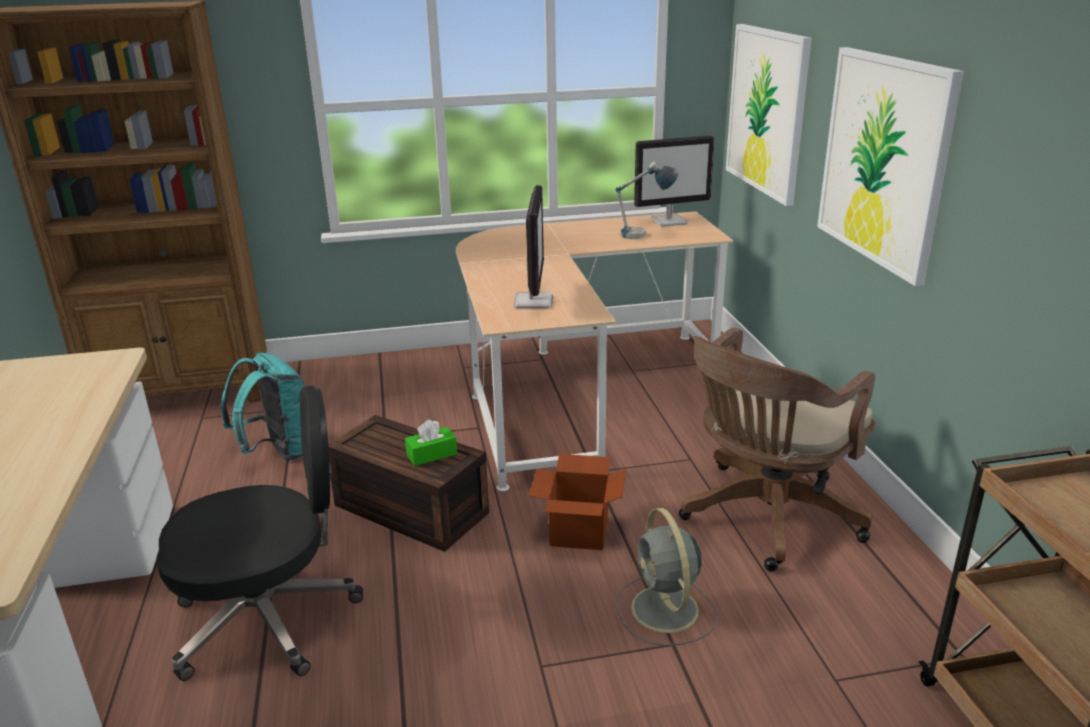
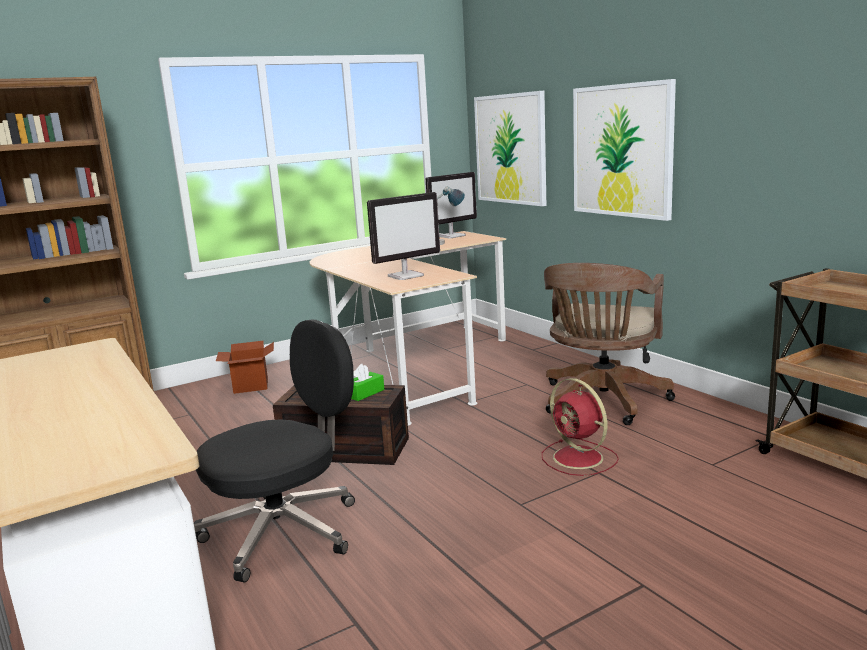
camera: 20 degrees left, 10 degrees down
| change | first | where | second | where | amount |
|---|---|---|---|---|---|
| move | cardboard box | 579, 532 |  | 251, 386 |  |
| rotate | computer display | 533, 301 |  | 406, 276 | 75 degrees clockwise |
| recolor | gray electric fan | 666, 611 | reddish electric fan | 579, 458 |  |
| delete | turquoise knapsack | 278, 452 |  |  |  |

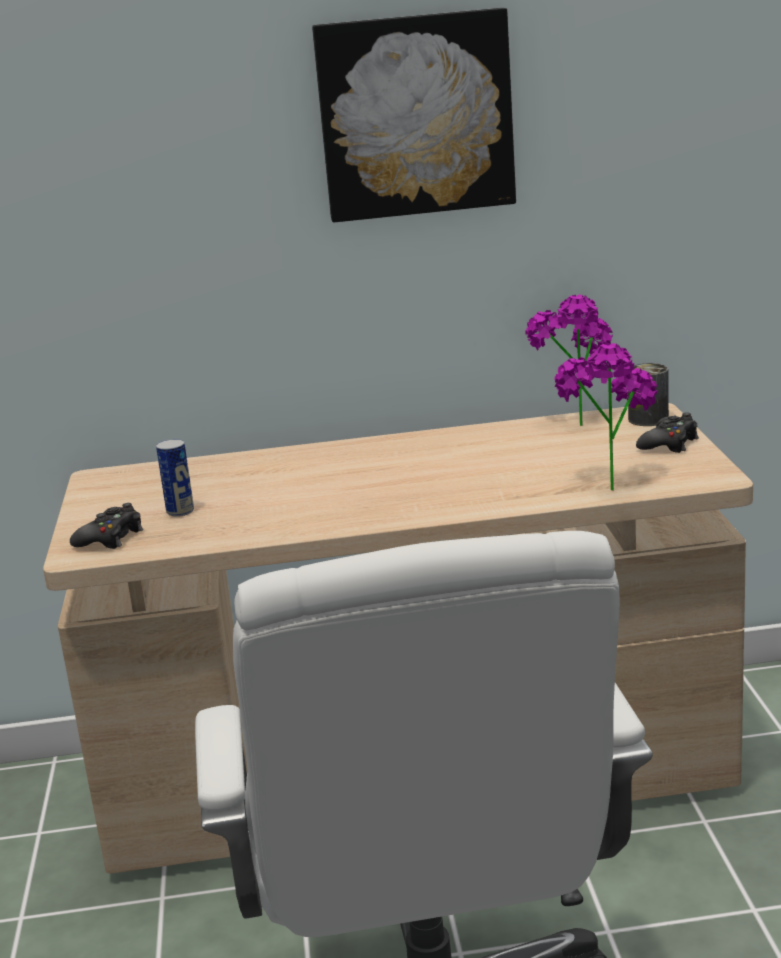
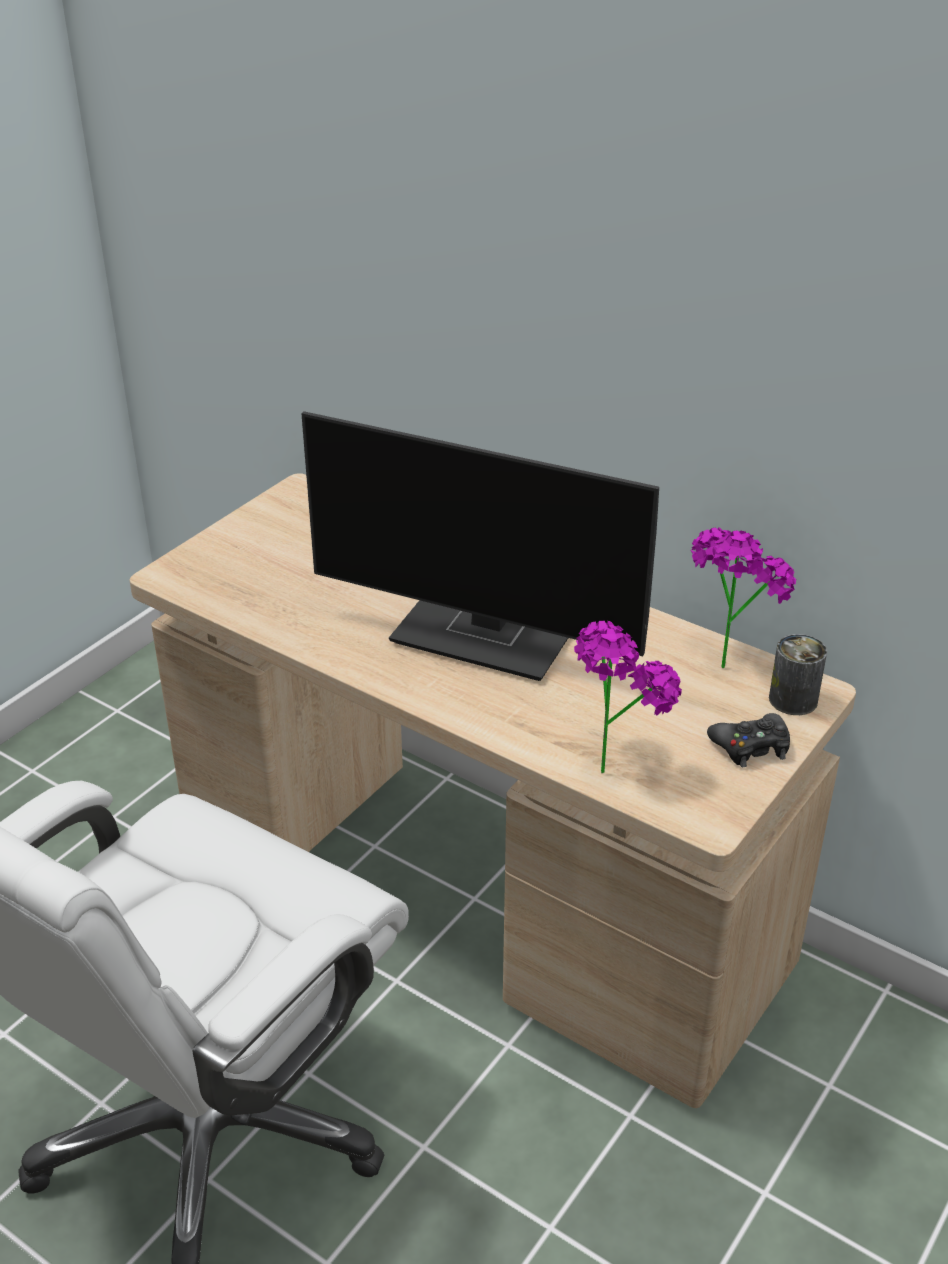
camera: 40 degrees right, 15 degrees up
| change | first | where | second | where | amount |
|---|---|---|---|---|---|
| insert |  |  | computer display | 488, 635 |  |
| delete | black-coloured gamepad | 110, 538 |  |  |  |
| delete | sealed can | 180, 511 |  |  |  |
| delete | wall picture | 415, 115 |  |  |  |

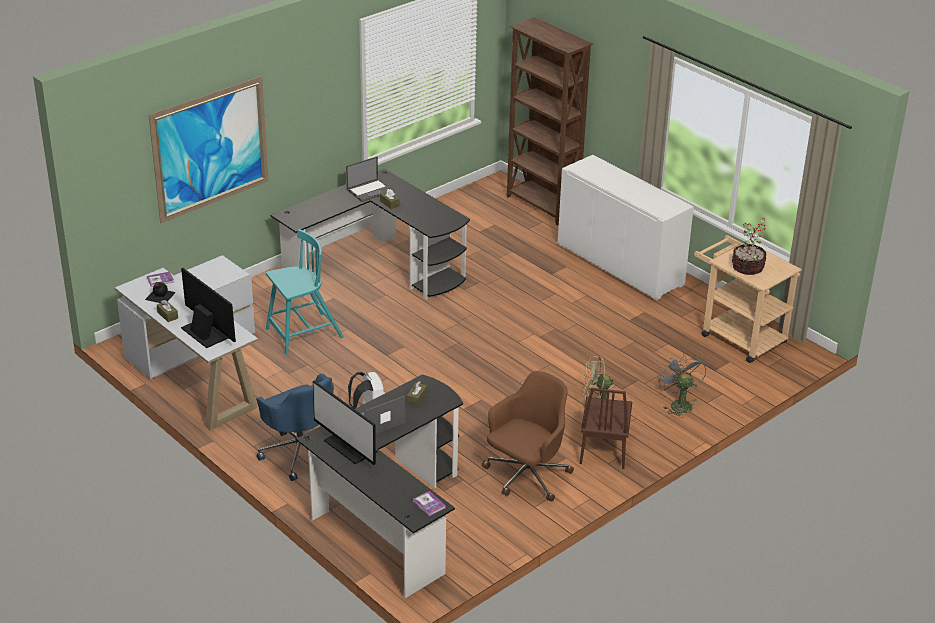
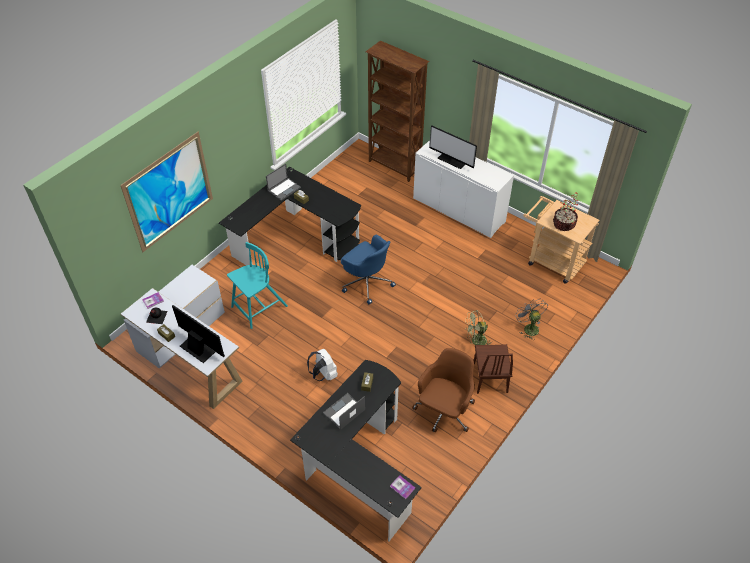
camera: 10 degrees left, 15 degrees up
| change | first | where | second | where | amount |
|---|---|---|---|---|---|
| move | blue-coloured computer chair | 300, 451 |  | 366, 282 |  |
| move | computer display | 349, 446 |  | 453, 159 |  |

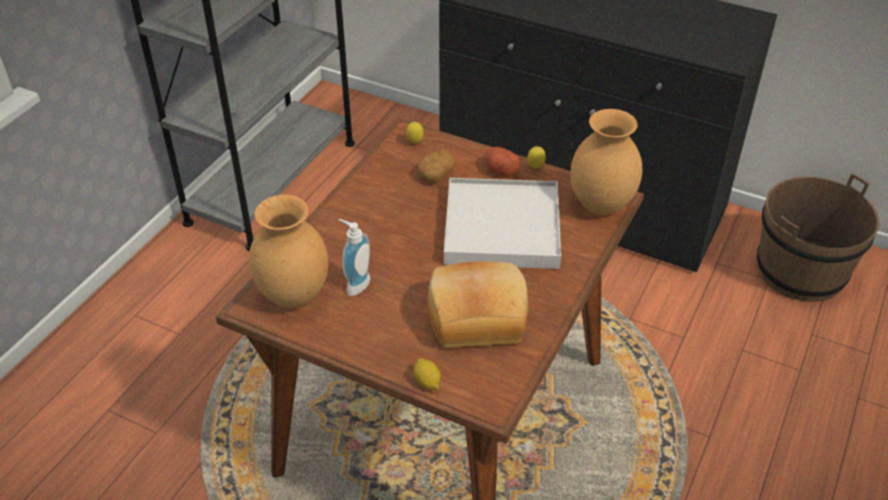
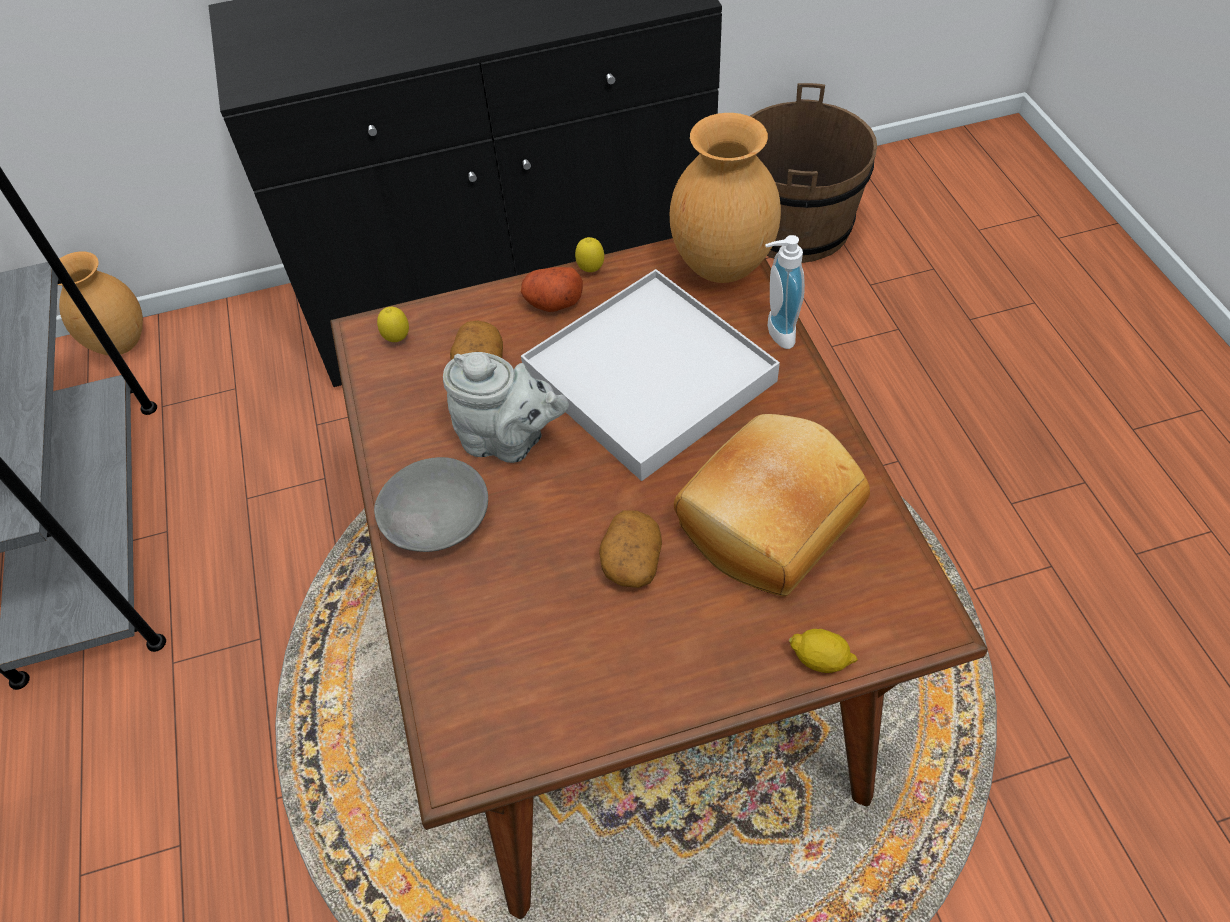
camera: 40 degrees left, 10 degrees up
| change | first | where | second | where | amount |
|---|---|---|---|---|---|
| move | brown decorative vase | 293, 297 |  | 121, 345 |  |
| insert |  |  | gray deep dish | 435, 518 |  |
| insert |  |  | gray teapot | 509, 441 |  |
| insert |  |  | whole potato | 631, 560 |  |
| move | soap bottle | 355, 284 |  | 775, 333 |  |

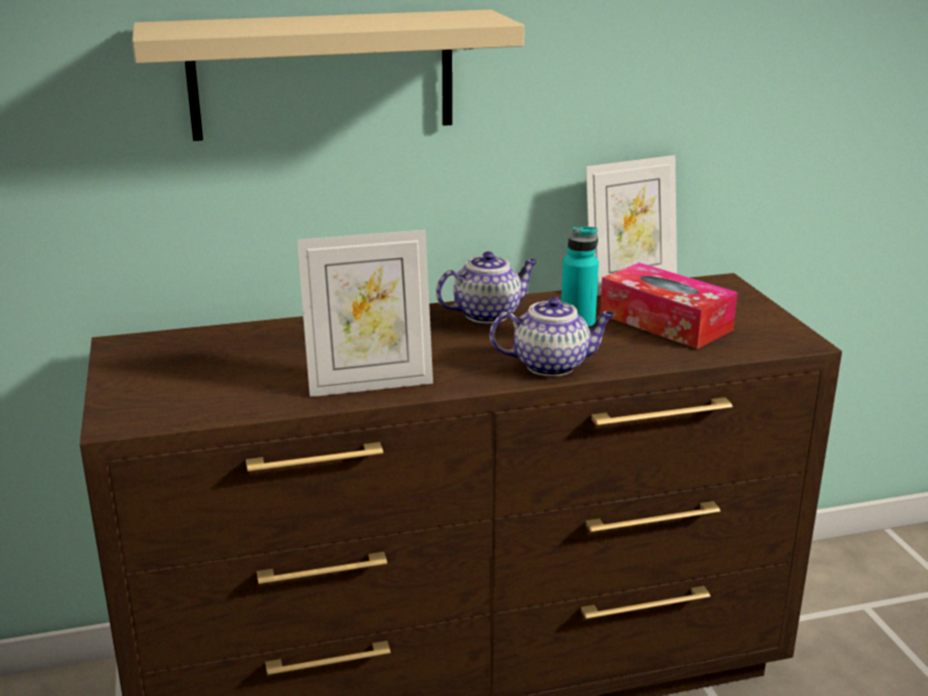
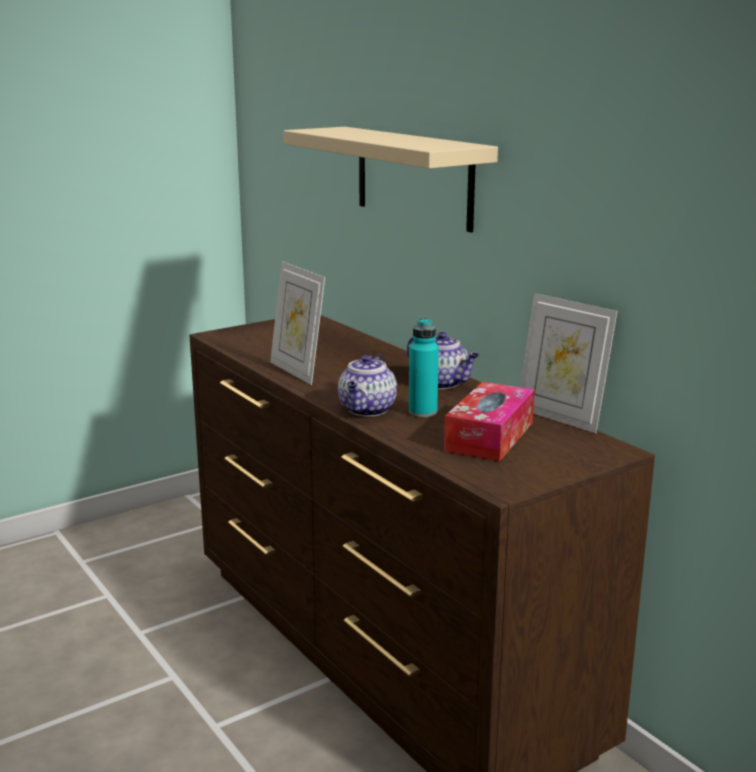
camera: 70 degrees right, 5 degrees down
| change | first | where | second | where | amount |
|---|---|---|---|---|---|
| rotate | teapot | 552, 365 |  | 367, 410 | 45 degrees clockwise |

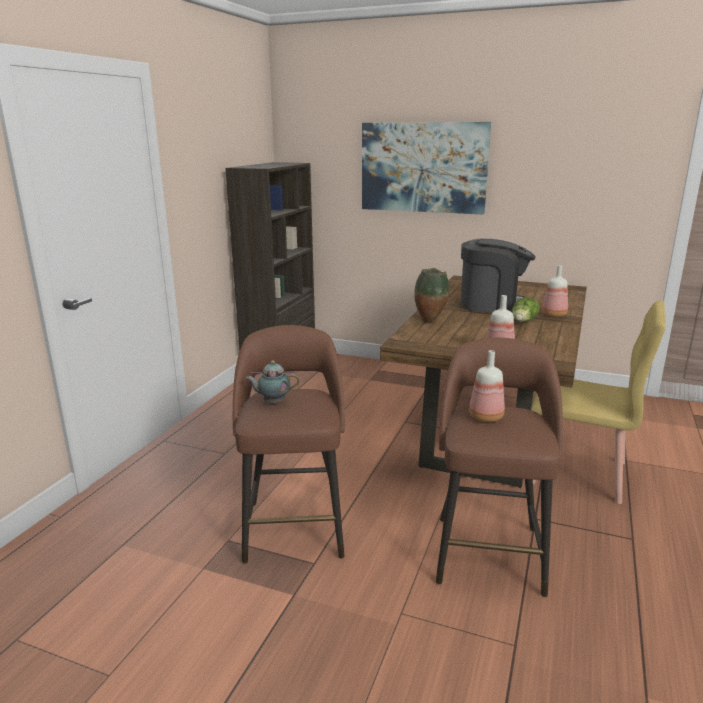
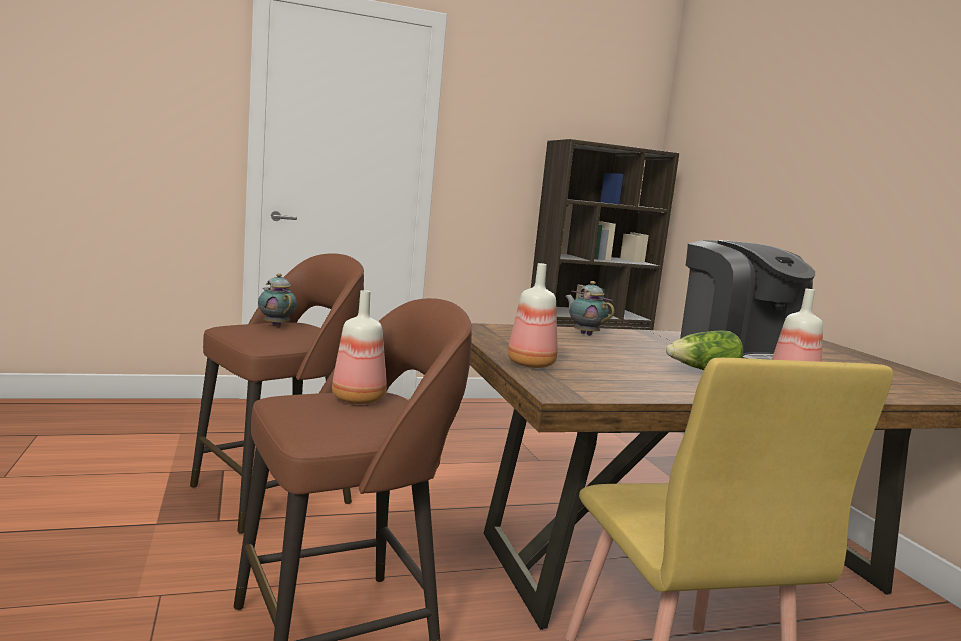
camera: 50 degrees right, 10 degrees down
| change | first | where | second | where | amount |
|---|---|---|---|---|---|
| replace | decorative vase | 430, 321 | teapot | 584, 334 |  |
| delete | wall picture | 423, 167 |  |  |  |

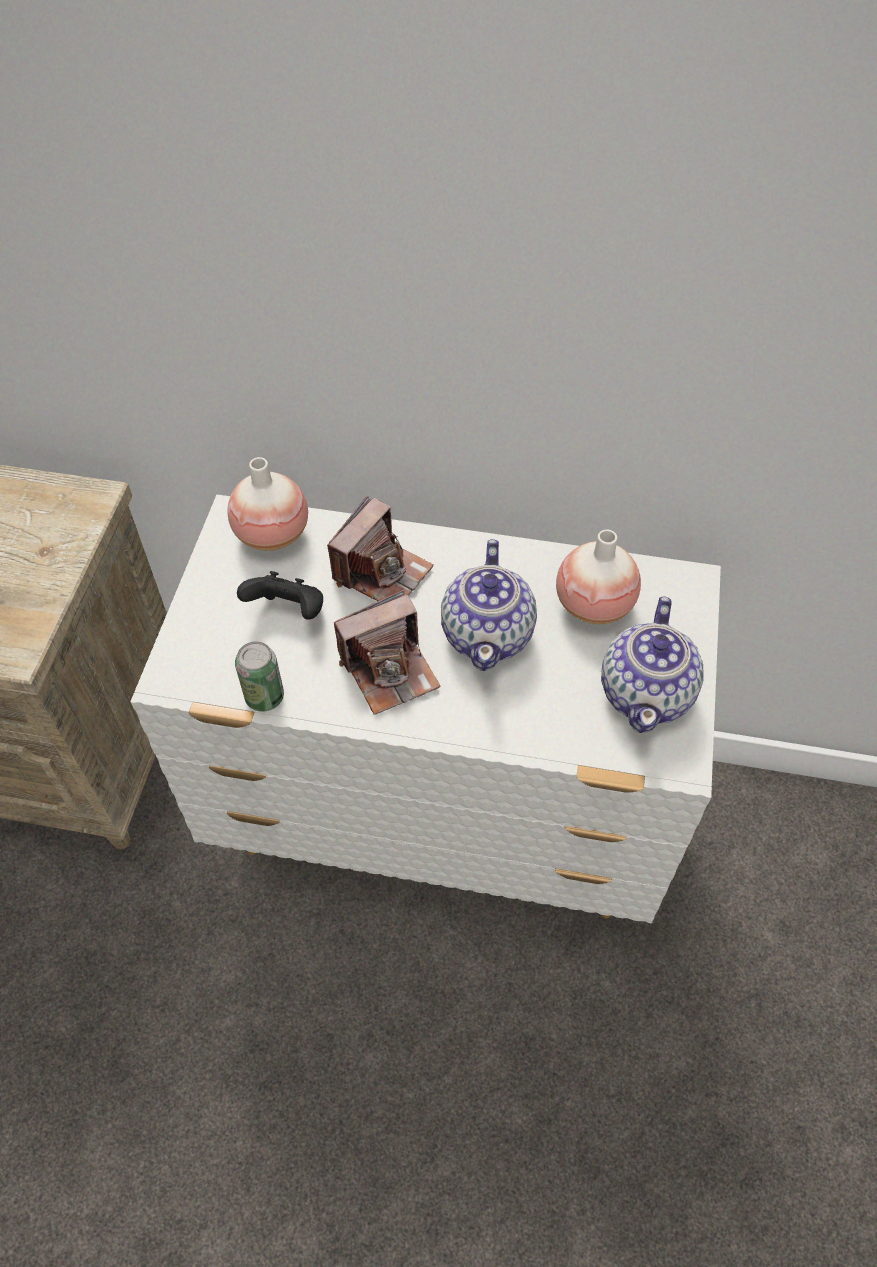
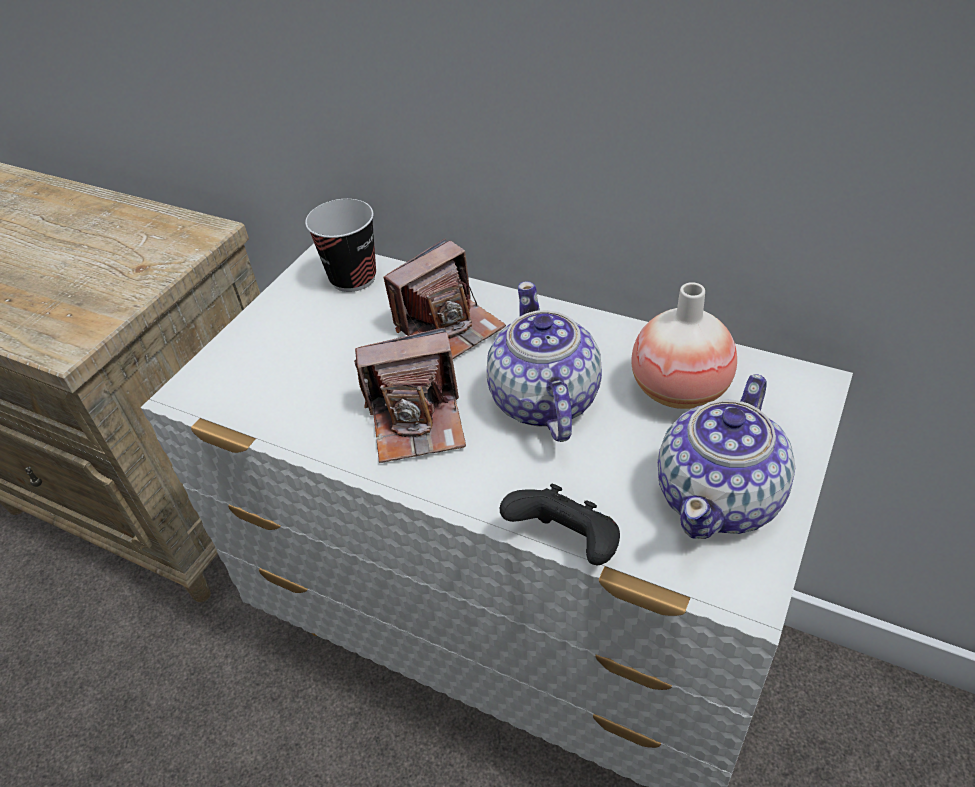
camera: 20 degrees right, 10 degrees down
| change | first | where | second | where | amount |
|---|---|---|---|---|---|
| replace | decorative vase | 272, 534 | small cup | 353, 278 |  |
| rotate | teapot | 488, 633 |  | 543, 401 | 150 degrees clockwise |
| move | black-coloured gamepad | 288, 611 |  | 566, 544 |  |
| delete | sealed can | 264, 697 |  |  |  |

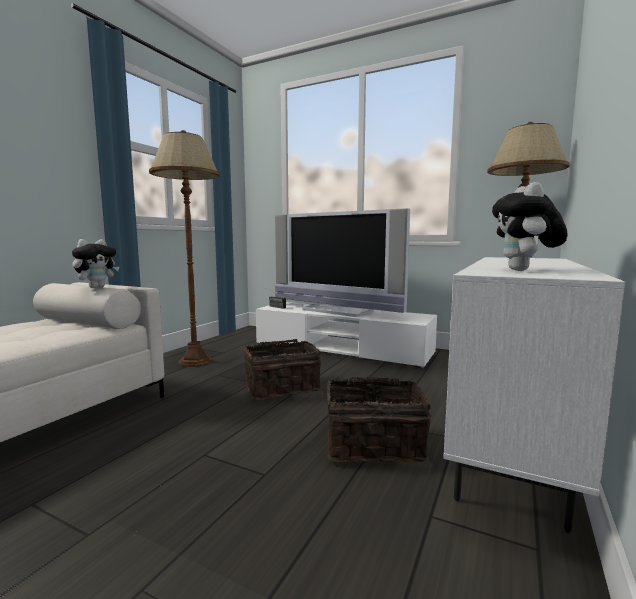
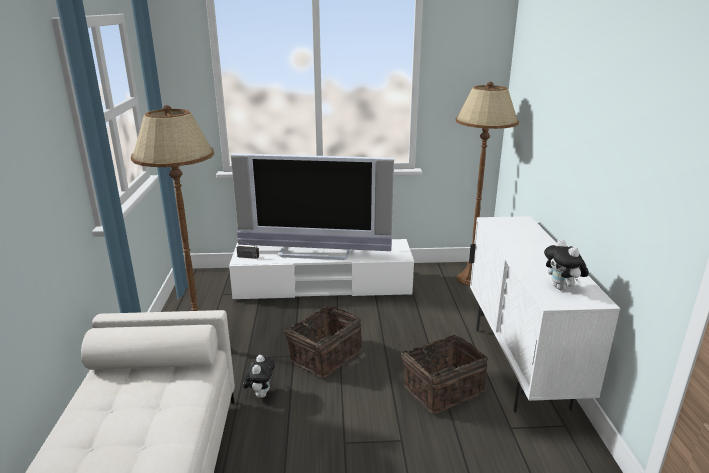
camera: 30 degrees left, 15 degrees up
| change | first | where | second | where | amount |
|---|---|---|---|---|---|
| move | plush toy | 97, 287 |  | 260, 394 |  |

